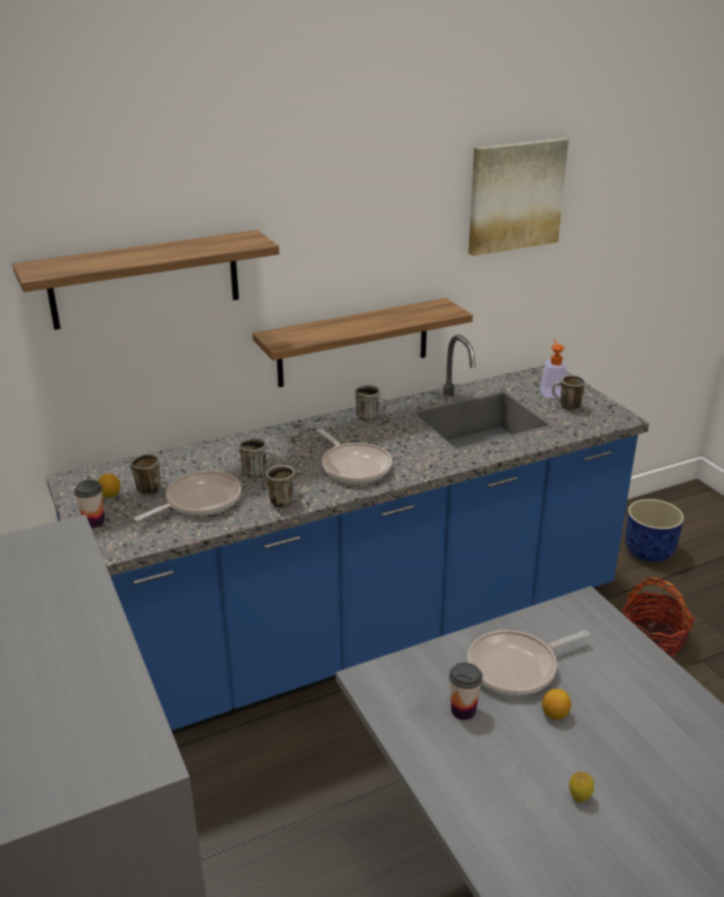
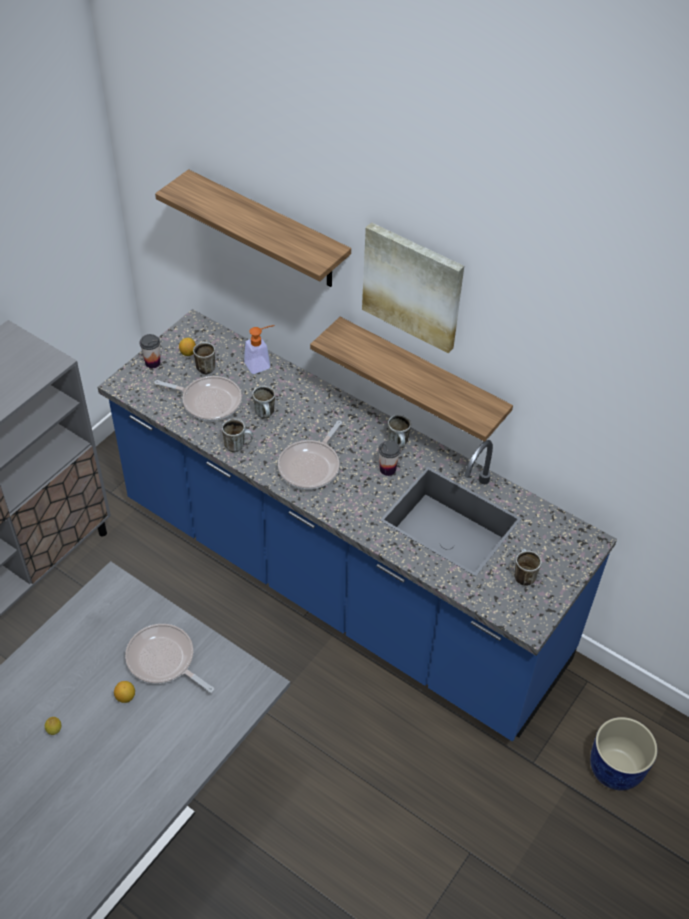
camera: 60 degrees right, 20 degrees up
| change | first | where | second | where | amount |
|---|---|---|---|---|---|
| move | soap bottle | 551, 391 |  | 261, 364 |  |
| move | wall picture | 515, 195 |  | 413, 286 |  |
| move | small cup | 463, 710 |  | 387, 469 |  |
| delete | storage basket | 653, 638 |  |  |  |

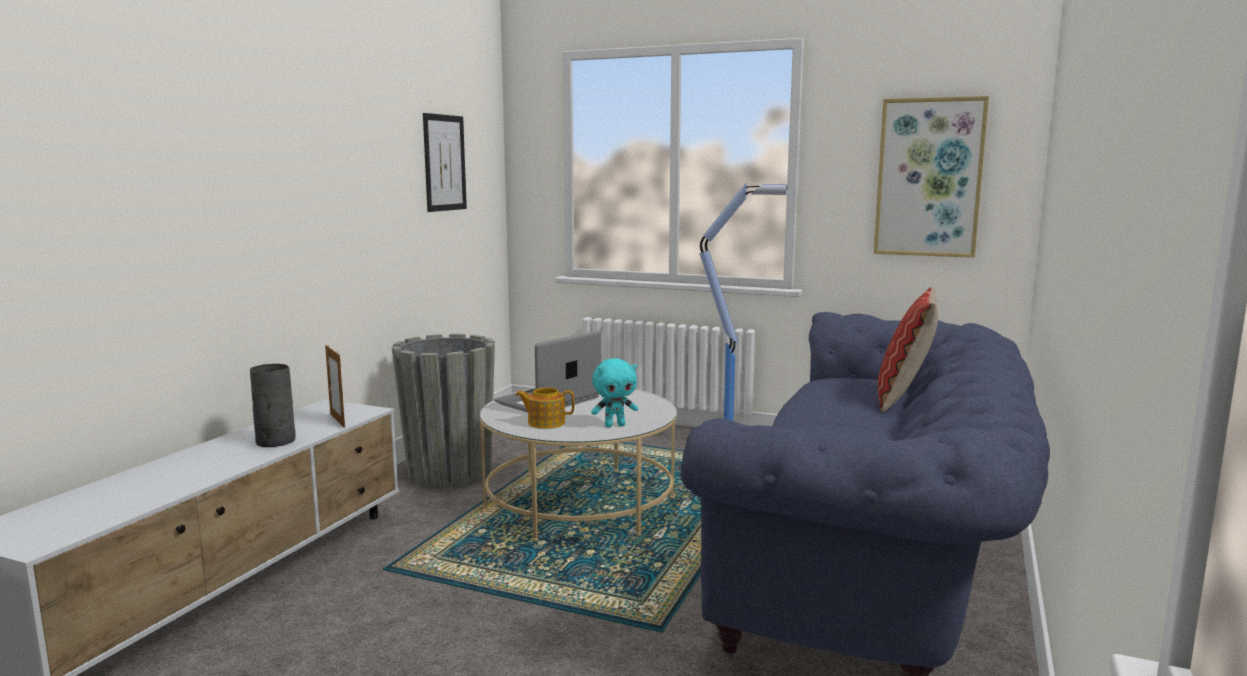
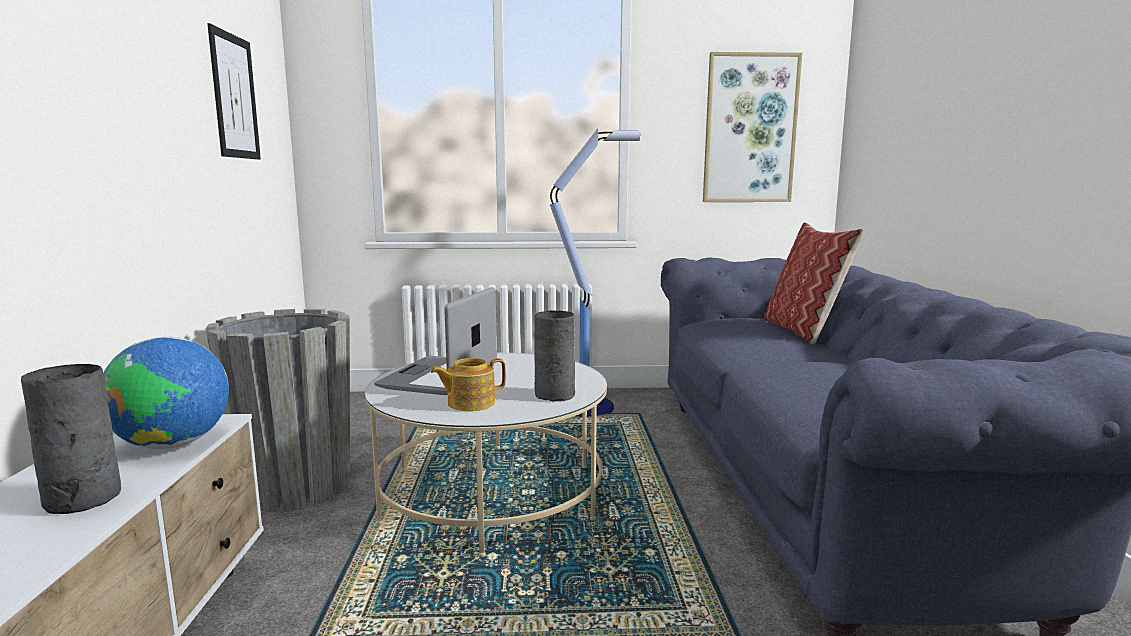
camera: 25 degrees left, 0 degrees up
| change | first | where | second | where | amount |
|---|---|---|---|---|---|
| replace | standing frame | 337, 420 | desk globe | 173, 444 |  |
| replace | turquoise plush toy | 615, 425 | gray decorative vase | 555, 394 |  |

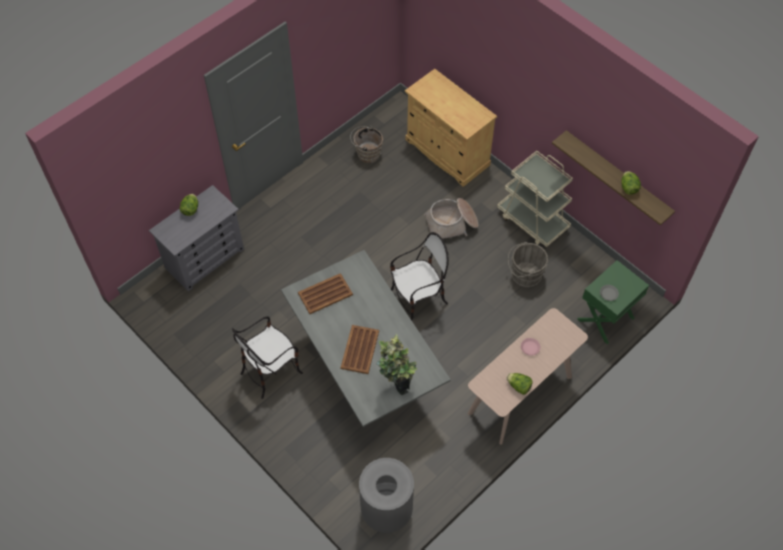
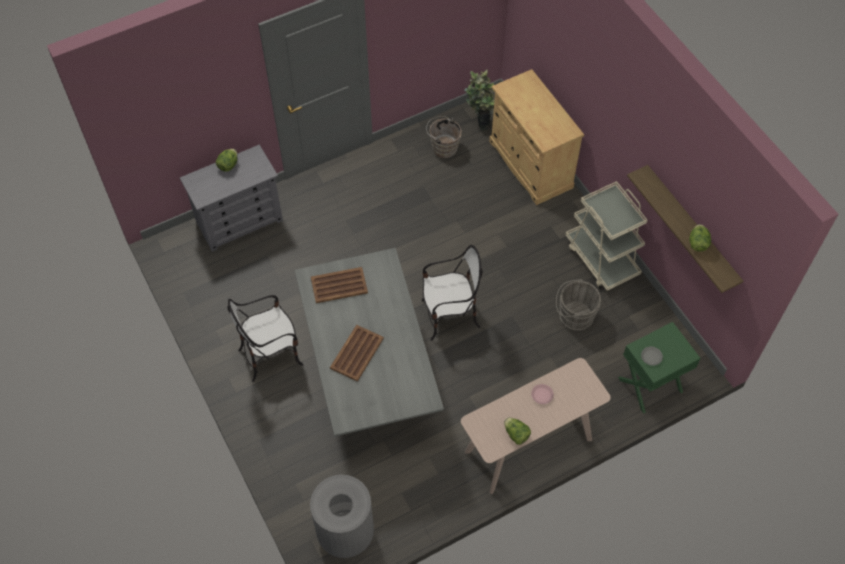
camera: 15 degrees right, 0 degrees up
| change | first | where | second | where | amount |
|---|---|---|---|---|---|
| move | potted plant | 396, 382 |  | 480, 120 |  |
| delete | storage basket | 451, 224 |  |  |  |

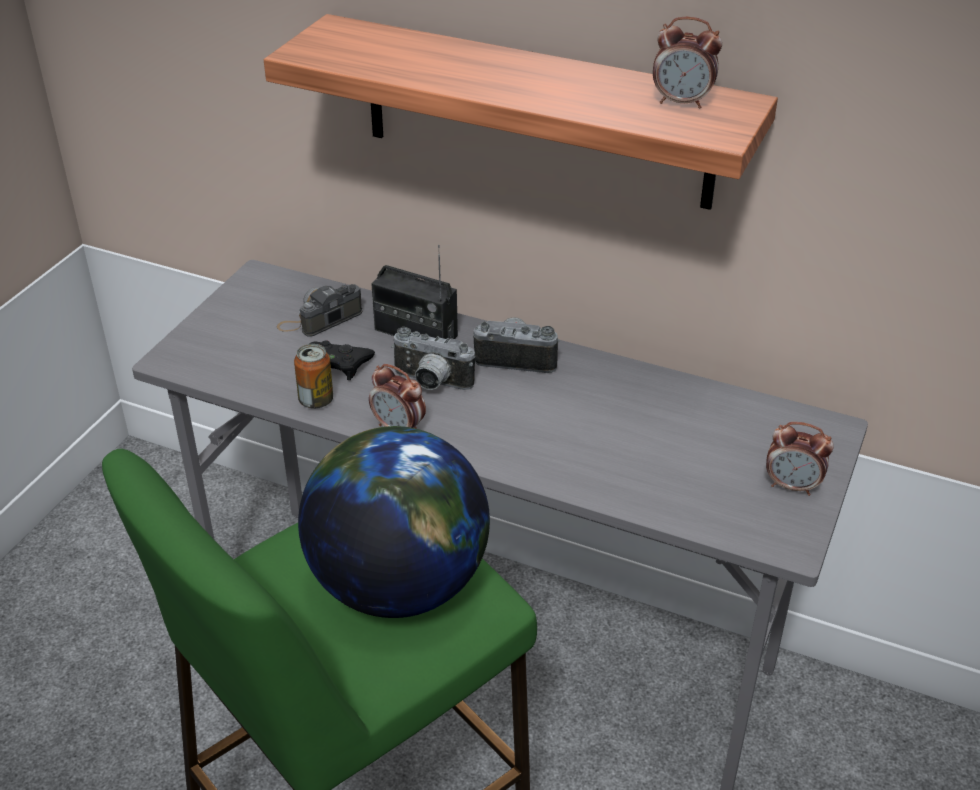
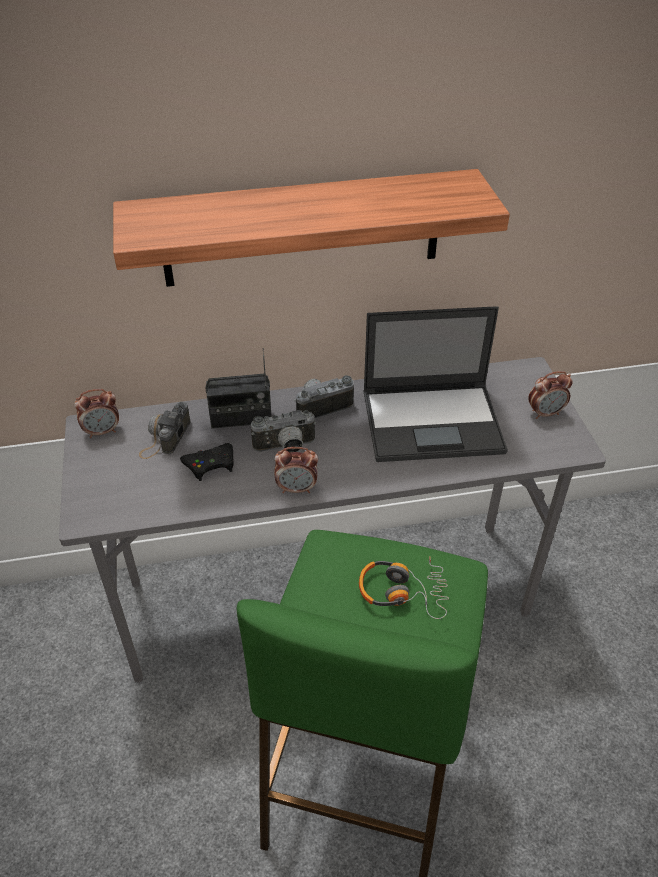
camera: 35 degrees left, 5 degrees up
| change | first | where | second | where | amount |
|---|---|---|---|---|---|
| move | table clock | 682, 102 |  | 102, 431 |  |
| replace | desk globe | 398, 584 | headphones | 403, 591 |  |
| insert |  |  | laptop | 434, 421 |  |
| delete | sealed can | 316, 400 |  |  |  |

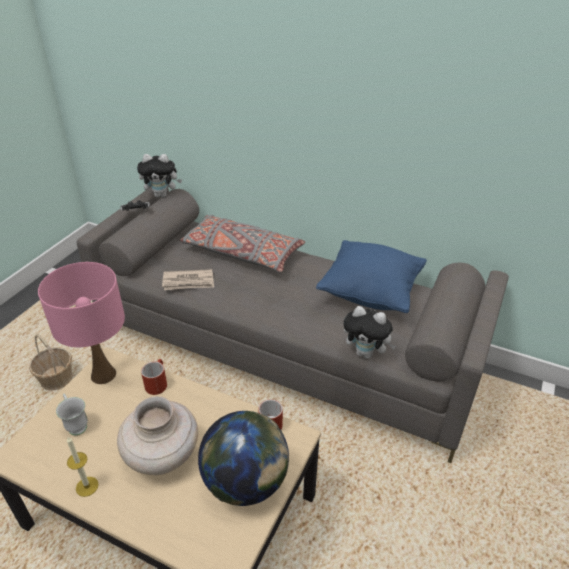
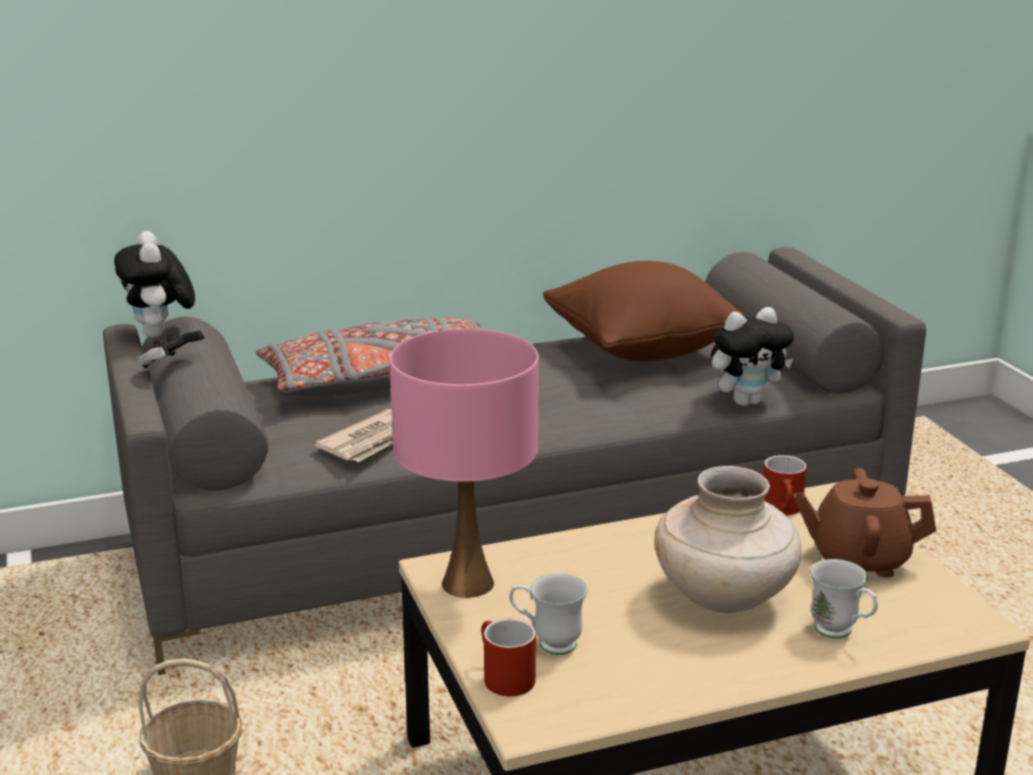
camera: 45 degrees left, 15 degrees down
| change | first | where | second | where | amount |
|---|---|---|---|---|---|
| rotate | plush toy | 162, 195 |  | 160, 335 | 120 degrees clockwise |
| move | reddish mug | 157, 383 |  | 502, 676 |  |
| recolor | blue-coloured throw pillow | 370, 293 | brown throw pillow | 642, 350 |  |
| replace | desk globe | 245, 483 | brown teapot | 858, 560 |  |
| insert |  |  | whitish mug | 841, 633 |  |
| delete | candle | 87, 486 |  |  |  |

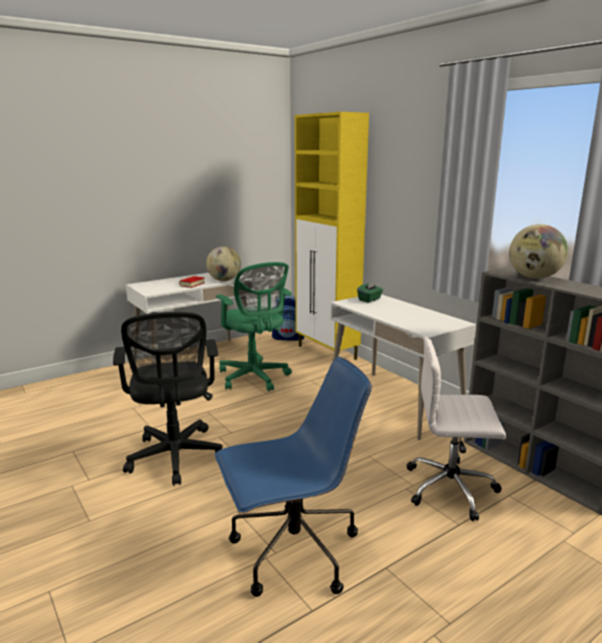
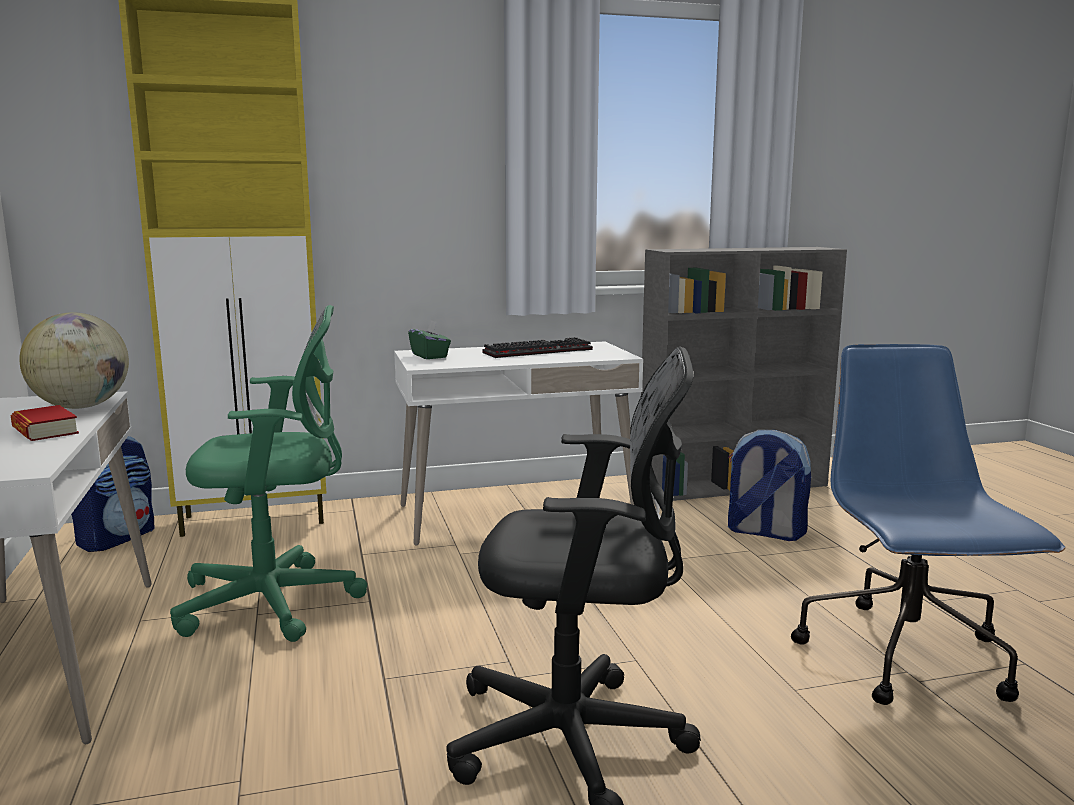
camera: 70 degrees left, 5 degrees down
| change | first | where | second | where | amount |
|---|---|---|---|---|---|
| insert |  |  | PC keyboard | 538, 351 |  |
| replace | whitish computer chair | 452, 488 | knapsack | 764, 532 |  |
| delete | desk globe | 534, 277 |  |  |  |

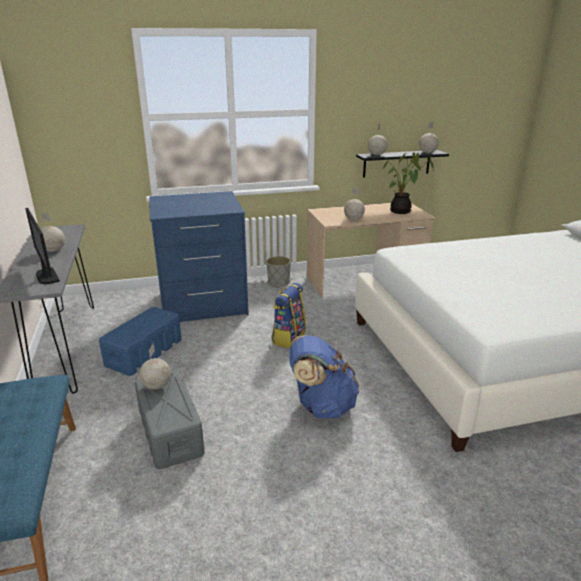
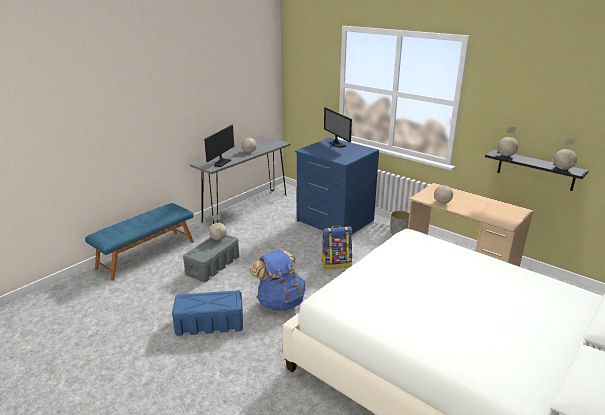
camera: 55 degrees right, 0 degrees up
| change | first | where | second | where | amount |
|---|---|---|---|---|---|
| move | blue-coloured storage box | 144, 352 |  | 210, 323 |  |
| insert |  |  | computer display | 336, 144 |  |
| delete | potted plant | 401, 212 |  |  |  |

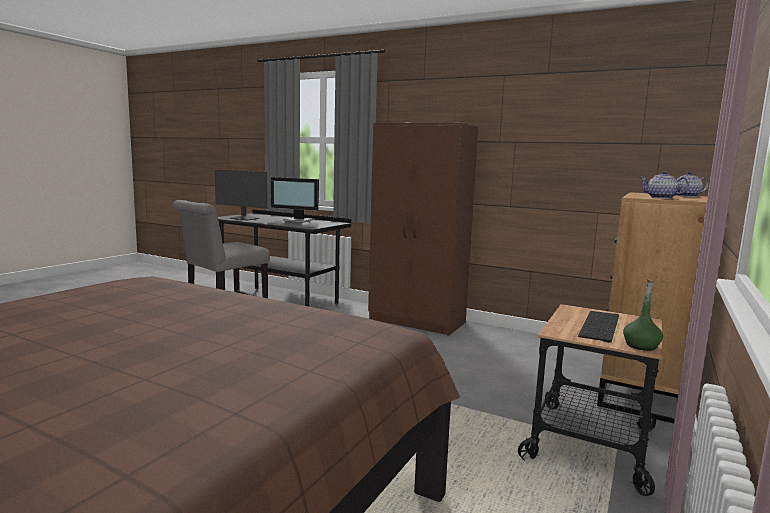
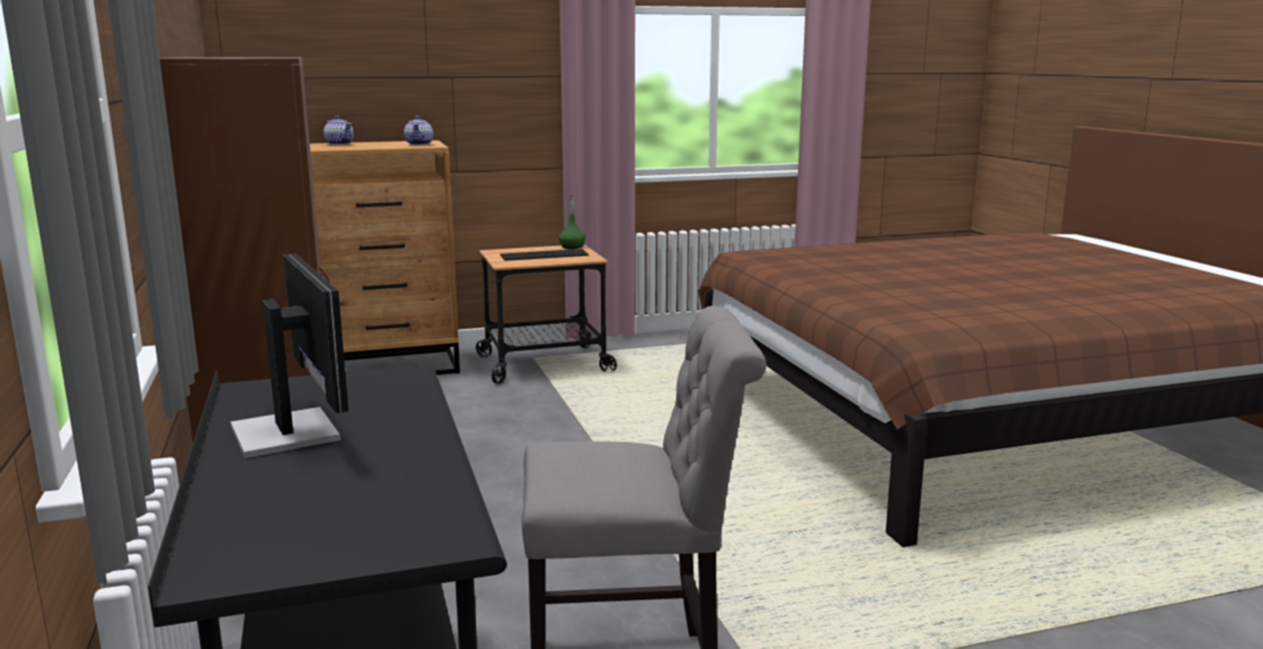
camera: 135 degrees left, 5 degrees up
| change | first | where | second | where | amount |
|---|---|---|---|---|---|
| delete | computer display | 244, 218 |  |  |  |

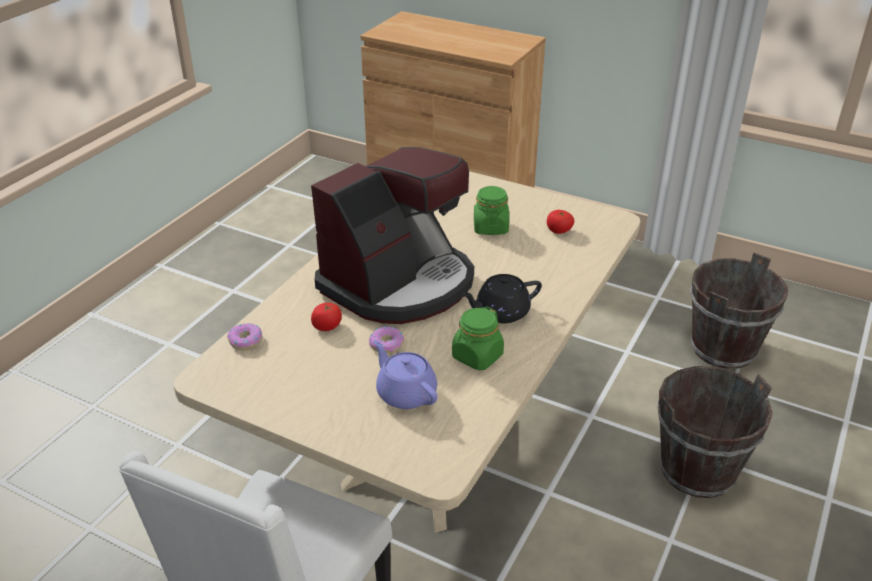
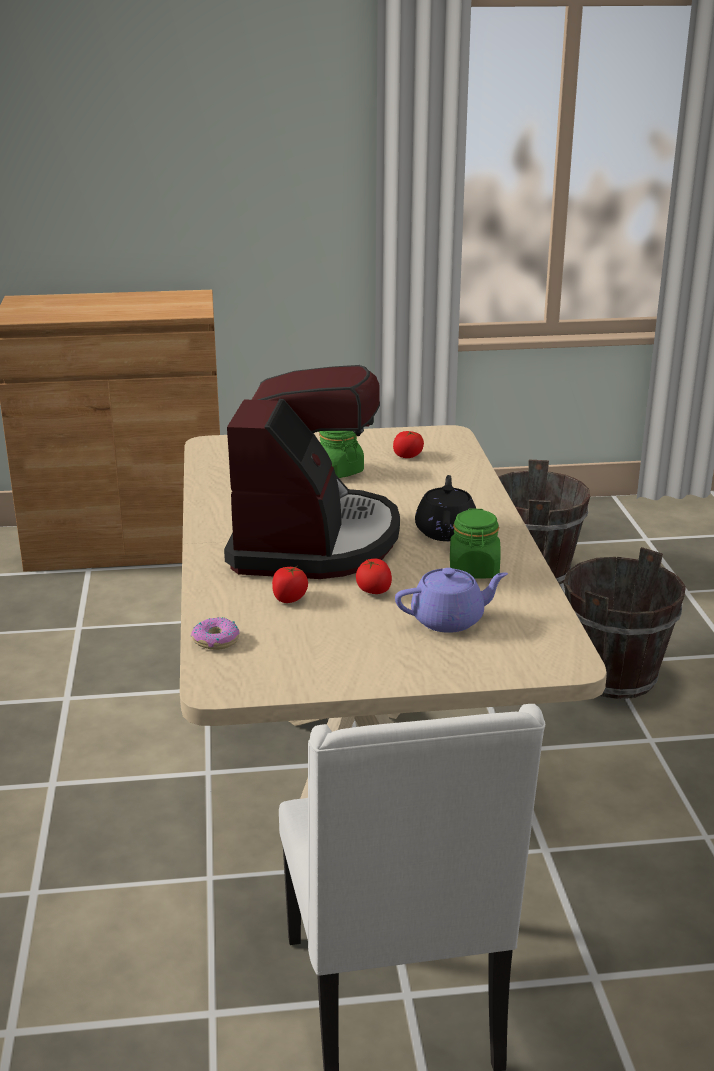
camera: 35 degrees left, 10 degrees down
| change | first | where | second | where | amount |
|---|---|---|---|---|---|
| replace | donut | 387, 344 | fresh tomato | 374, 591 |  |
| rotate | purple teapot | 405, 393 |  | 449, 620 | 150 degrees clockwise |
| rotate | black-coloured teapot | 501, 312 |  | 446, 531 | 150 degrees clockwise |

